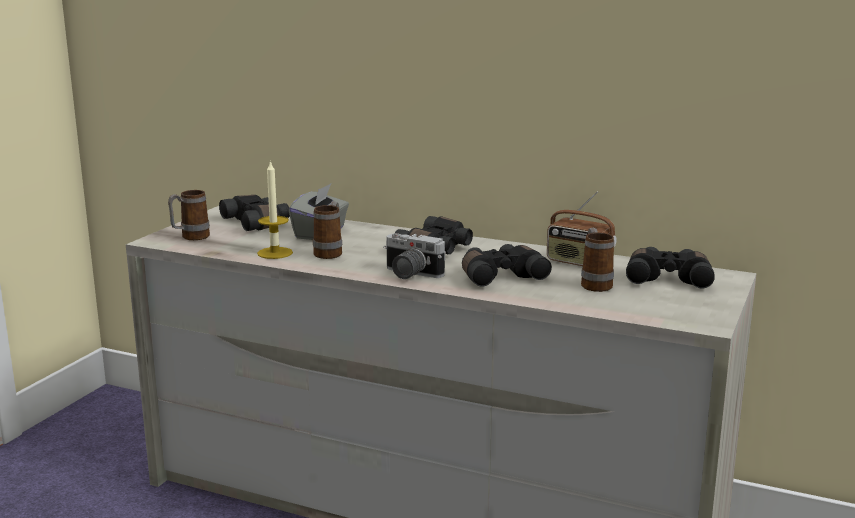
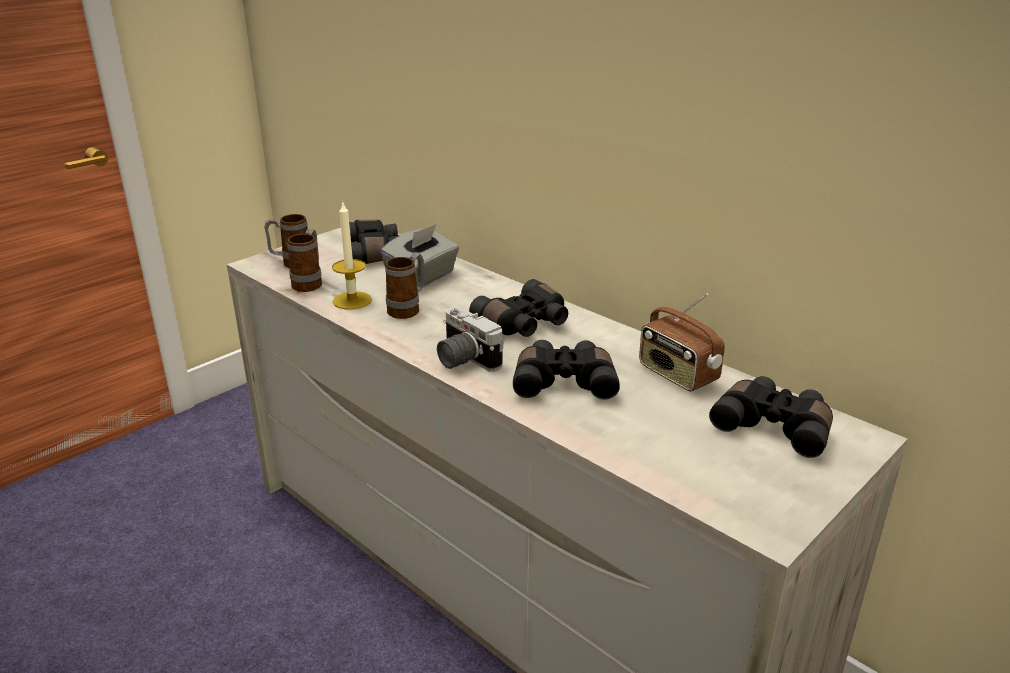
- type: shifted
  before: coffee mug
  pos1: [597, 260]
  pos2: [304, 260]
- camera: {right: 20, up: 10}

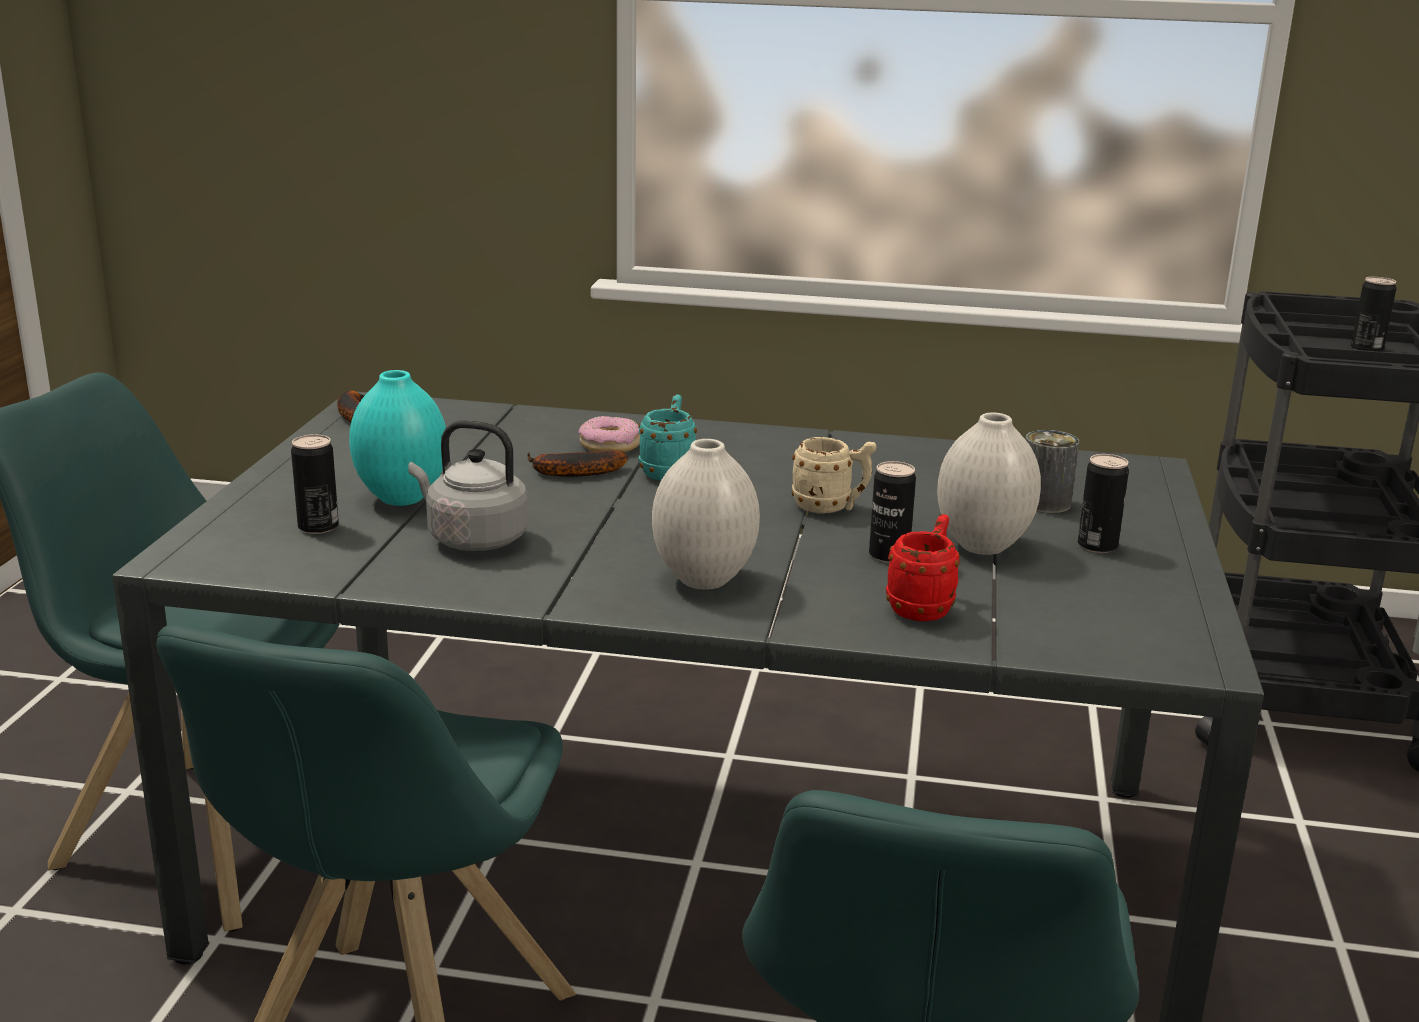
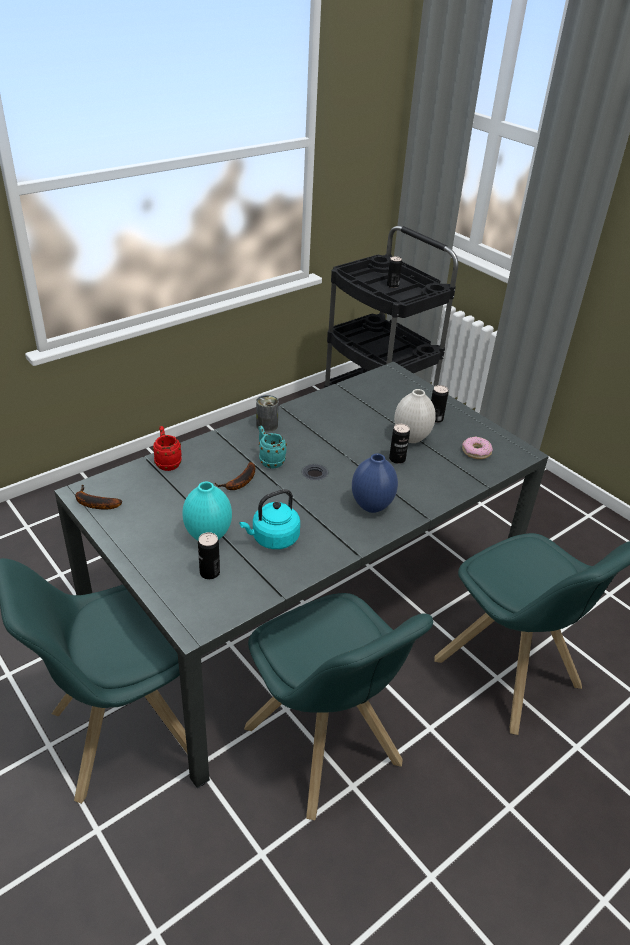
- type: shifted
  before: ring doughnut
  pos1: [609, 434]
  pos2: [477, 448]
- type: repainted
  before: grey kettle
  after: turquoise-coloured kettle
  pos1: [468, 485]
  pos2: [269, 519]
- type: shifted
  before: metal can
  pos1: [1052, 472]
  pos2: [267, 413]
- type: gone
  before: beige-coloured coffee mug
  pos1: [834, 475]
- type: repainted
  before: white decorative vase
  after: blue-coloured decorative vase
  pos1: [706, 514]
  pos2: [375, 483]
- type: shifted
  before: red coffee mug
  pos1: [923, 567]
  pos2: [167, 448]
- camera: {right: -50, up: 15}

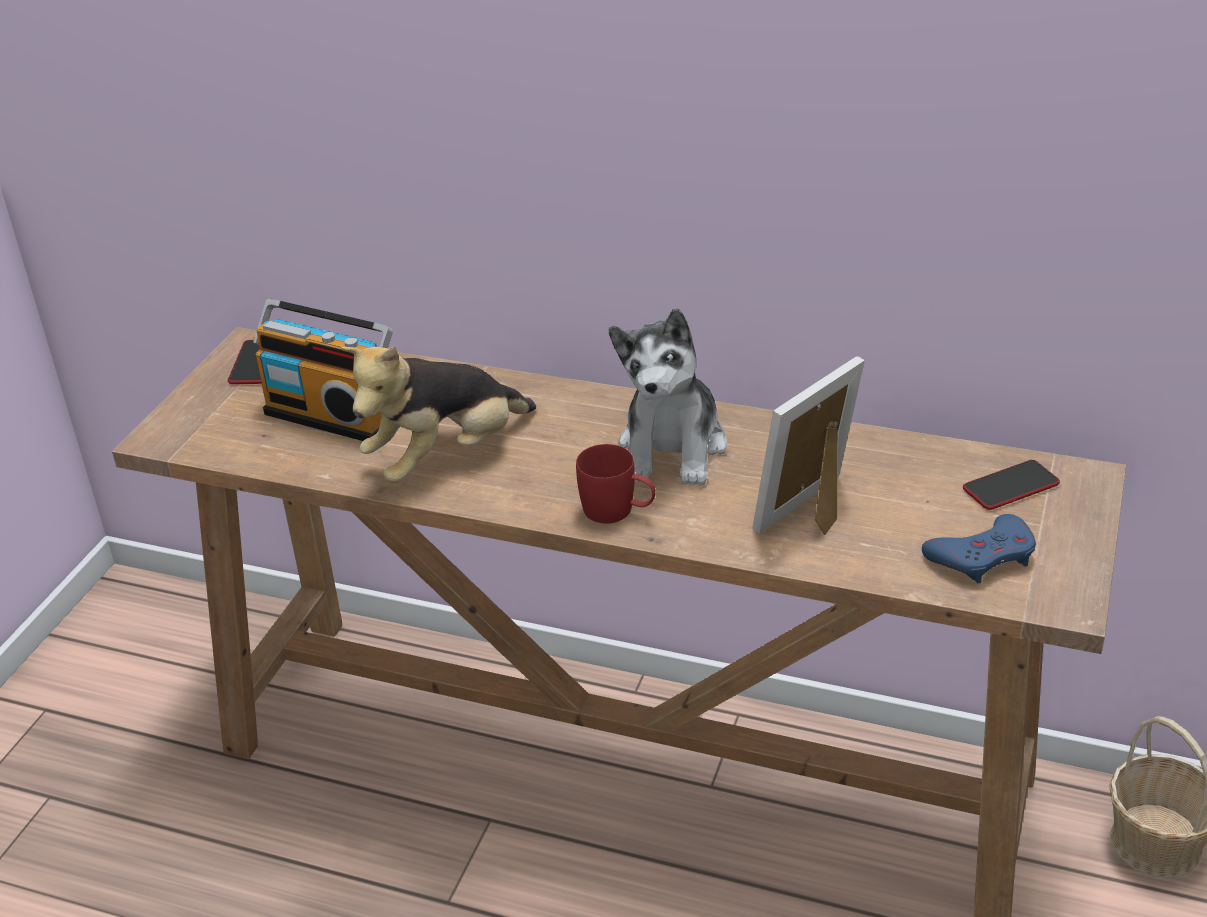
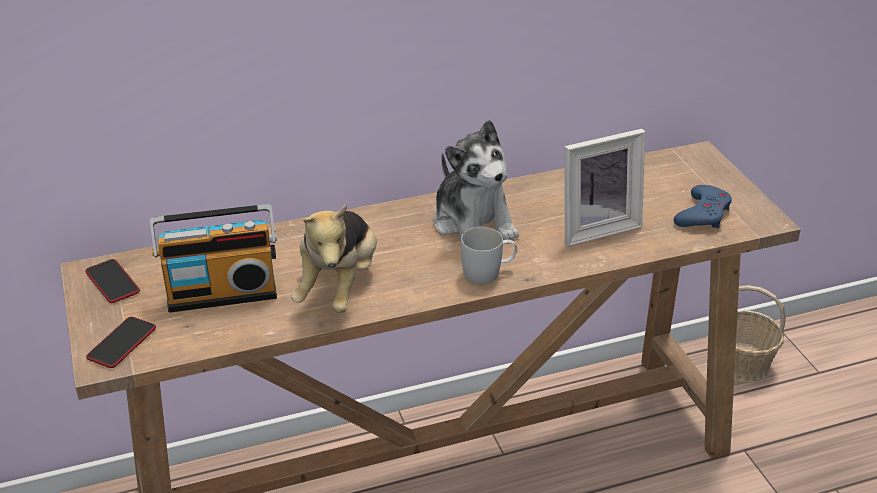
- type: rotated
  before: picture frame
  pos1: [808, 445]
  pos2: [604, 187]
  turn: -120
- type: repainted
  before: red coffee mug
  after: white coffee mug
  pos1: [616, 483]
  pos2: [489, 255]
- type: shifted
  before: handset
  pos1: [1011, 485]
  pos2: [121, 342]
- camera: {right: -40, up: 0}

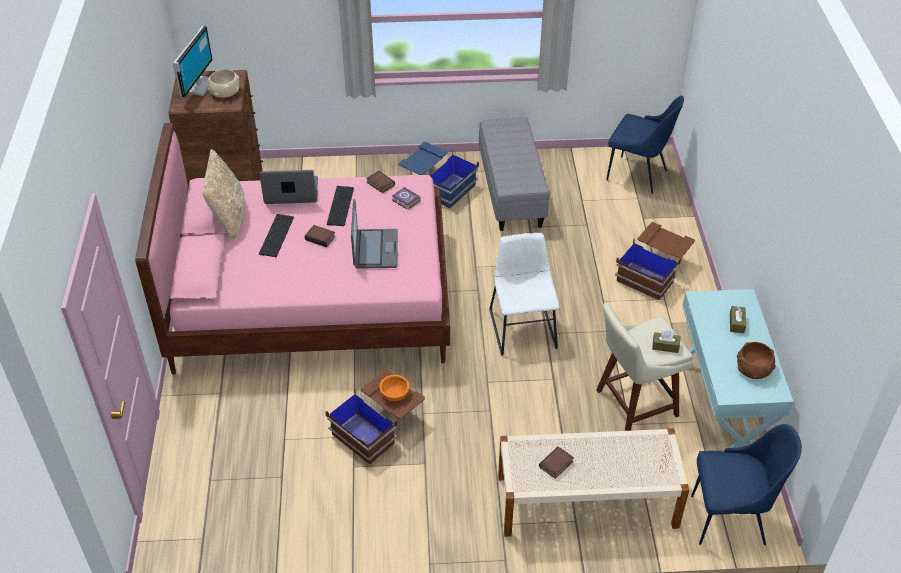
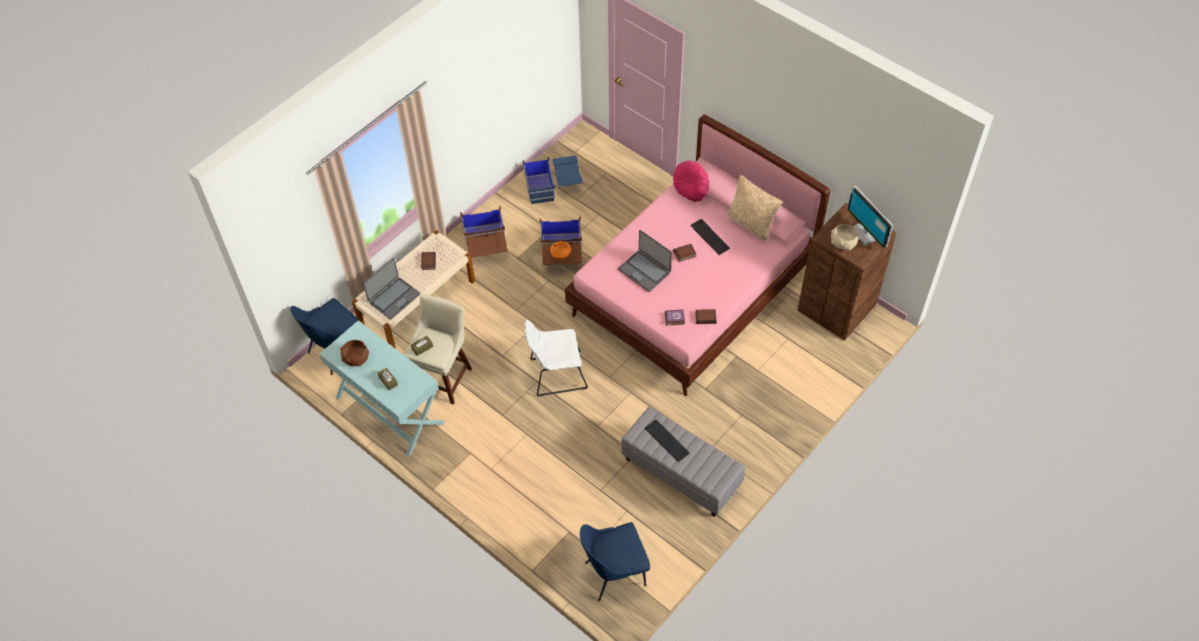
- type: shifted
  before: blue-coloured storage bin
  pos1: [438, 175]
  pos2: [553, 179]
- type: shifted
  before: laptop
  pos1: [288, 187]
  pos2: [391, 289]
- type: shifted
  before: keyboard
  pos1: [340, 206]
  pos2: [667, 441]
- type: shifted
  before: brownish storage bin
  pos1: [655, 261]
  pos2: [484, 231]
- type: rotated
  before: white upright chair
  pos1: [524, 294]
  pos2: [556, 358]
  turn: 135
- type: new
  after: pink cushion
  pos2: [691, 181]
- camera: {right: 135, up: 10}

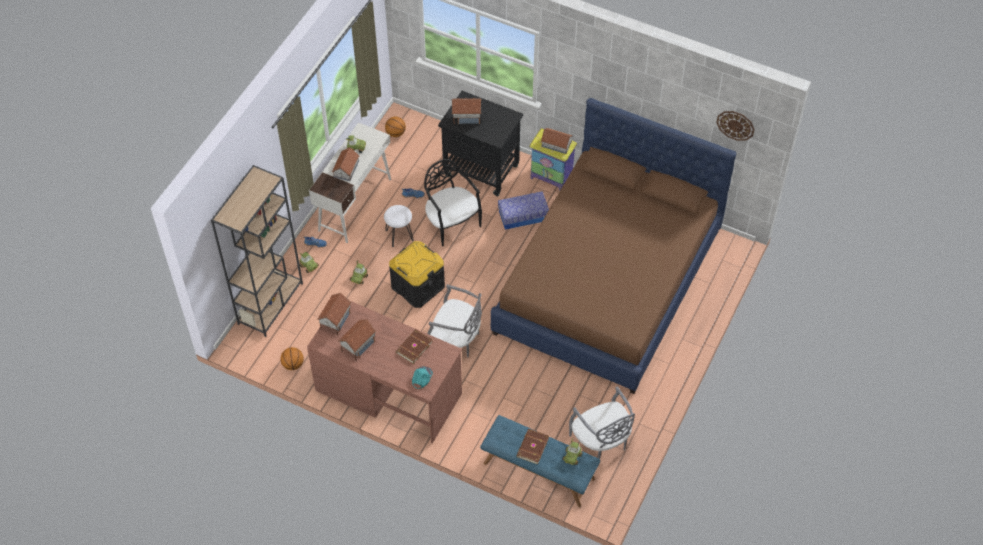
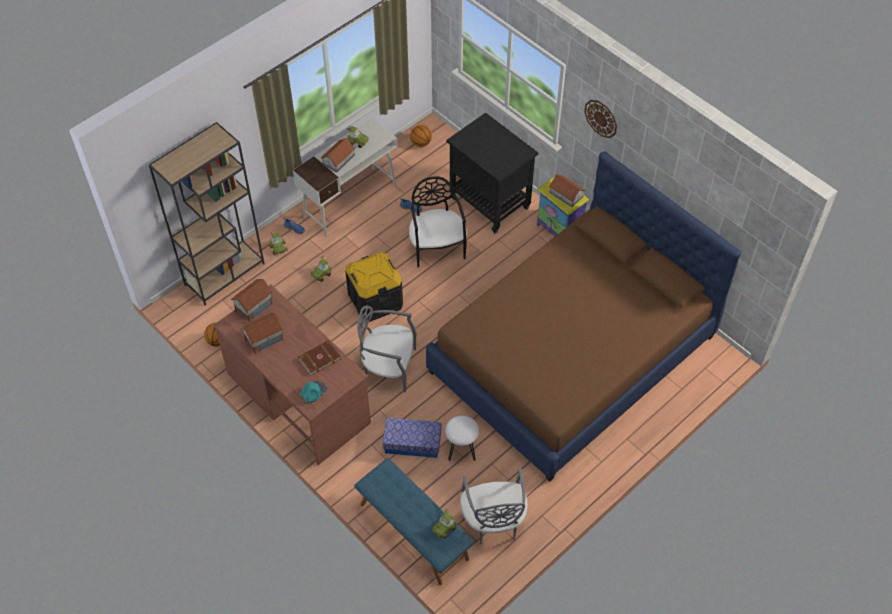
- type: gone
  before: model house
  pos1: [466, 111]
- type: shifted
  before: wall clock
  pos1: [735, 126]
  pos2: [600, 119]
- type: shifted
  before: storage bin
  pos1: [523, 210]
  pos2: [412, 438]
- type: shifted
  before: white stool seat
  pos1: [399, 226]
  pos2: [462, 438]
- type: rotated
  before: grey upright chair
  pos1: [454, 320]
  pos2: [386, 348]
  turn: 150
- type: gone
  before: brownish bound book
  pos1: [532, 446]
- camera: {right: 20, up: 0}

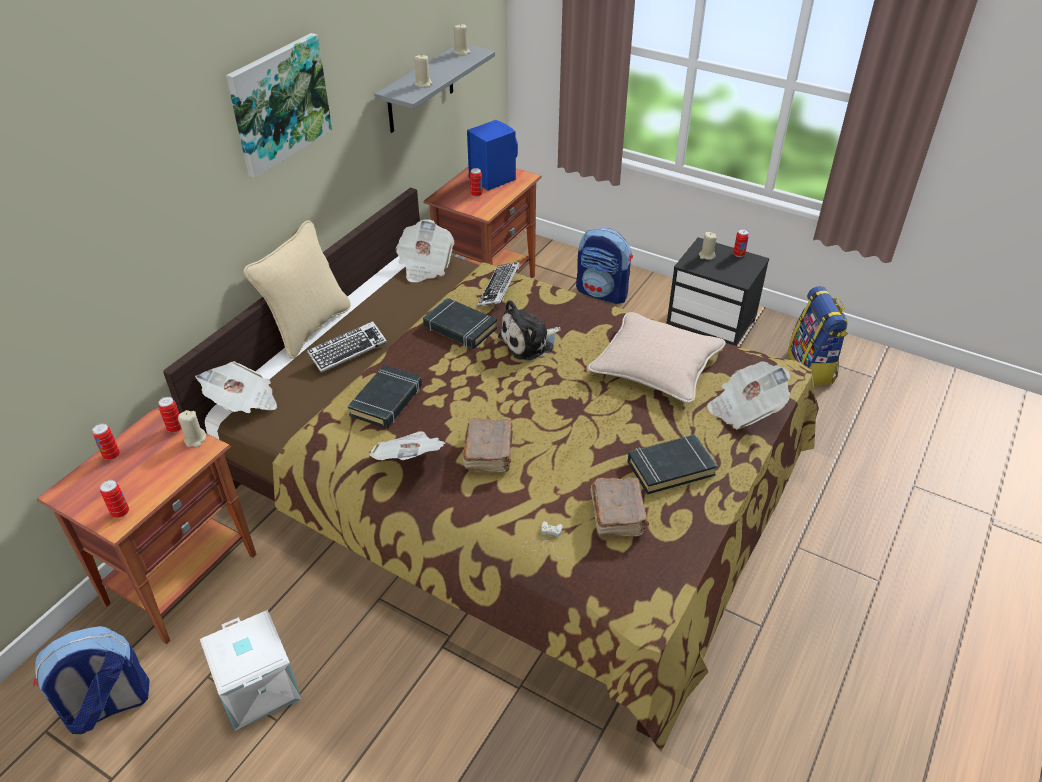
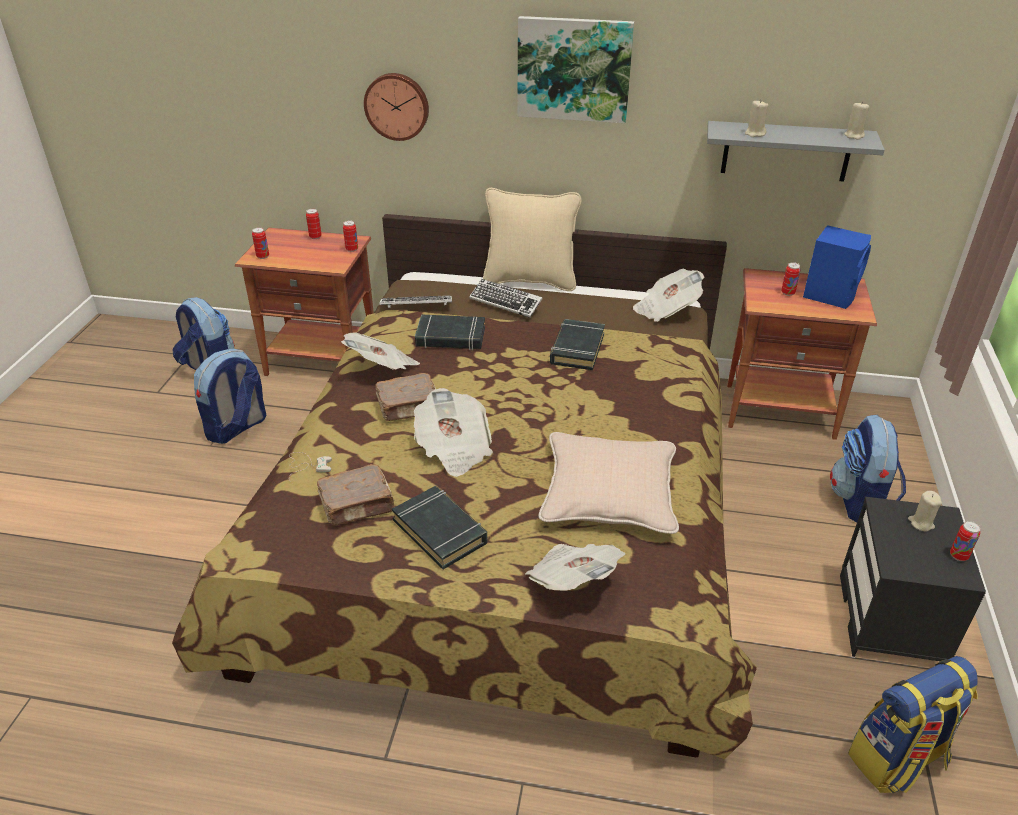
- type: shifted
  before: keyboard
  pos1: [498, 284]
  pos2: [415, 301]
- type: gone
  before: cuddly toy
  pos1: [529, 330]
- type: shifted
  before: printed paper
  pos1: [236, 387]
  pos2: [453, 432]
- type: gone
  before: beige-coloured candle
  pos1: [192, 428]
- type: swapped
  before: white storage bin
  after: knapsack
  pos1: [250, 670]
  pos2: [230, 396]
- type: new
  after: wall clock
  pos2: [396, 107]
- camera: {right: 70, up: -5}

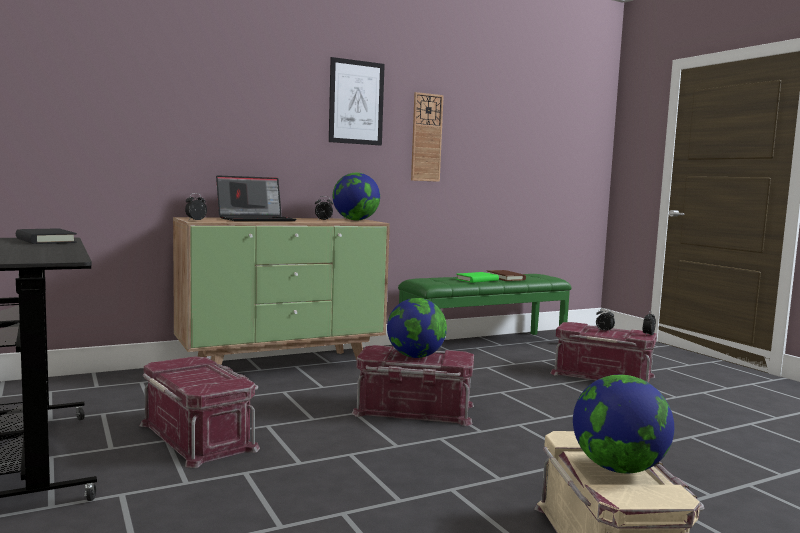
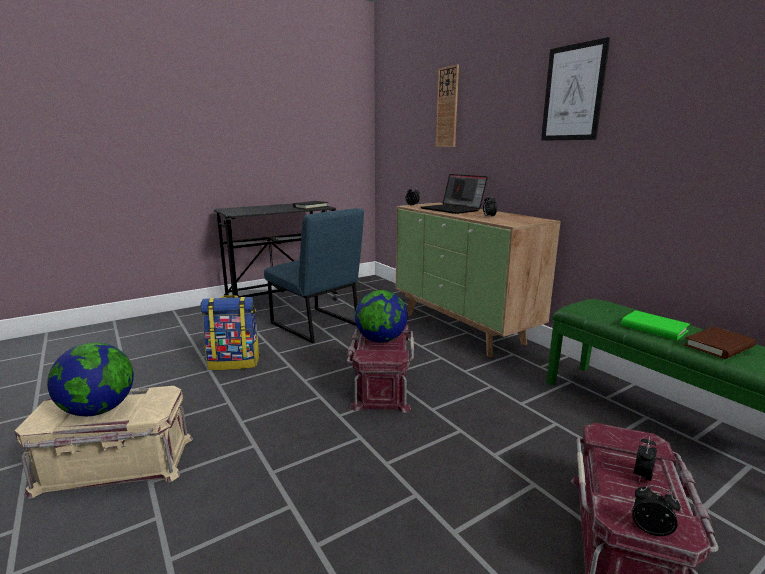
- type: shifted
  before: wall clock
  pos1: [427, 137]
  pos2: [447, 106]
- type: gone
  before: desk globe
  pos1: [356, 197]
- type: swapped
  before: red storage bin
  after: blue-coloured upright chair
  pos1: [200, 412]
  pos2: [314, 275]
- type: new
  after: knapsack
  pos2: [230, 332]
- camera: {right: 85, up: 10}

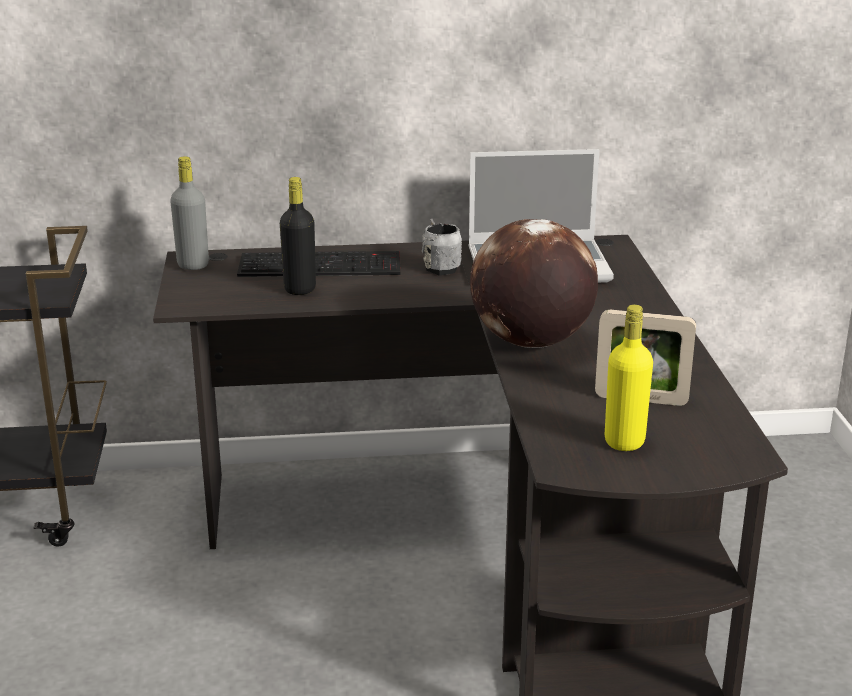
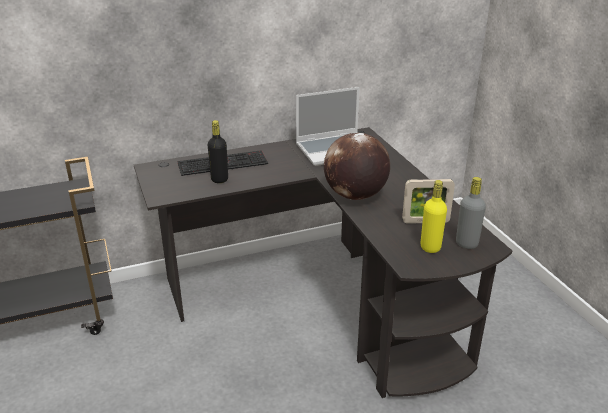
- type: shifted
  before: grey drink bottle
  pos1: [189, 213]
  pos2: [471, 213]
- type: gone
  before: grey coffee mug
  pos1: [442, 247]
- camera: {right: -15, up: 5}

